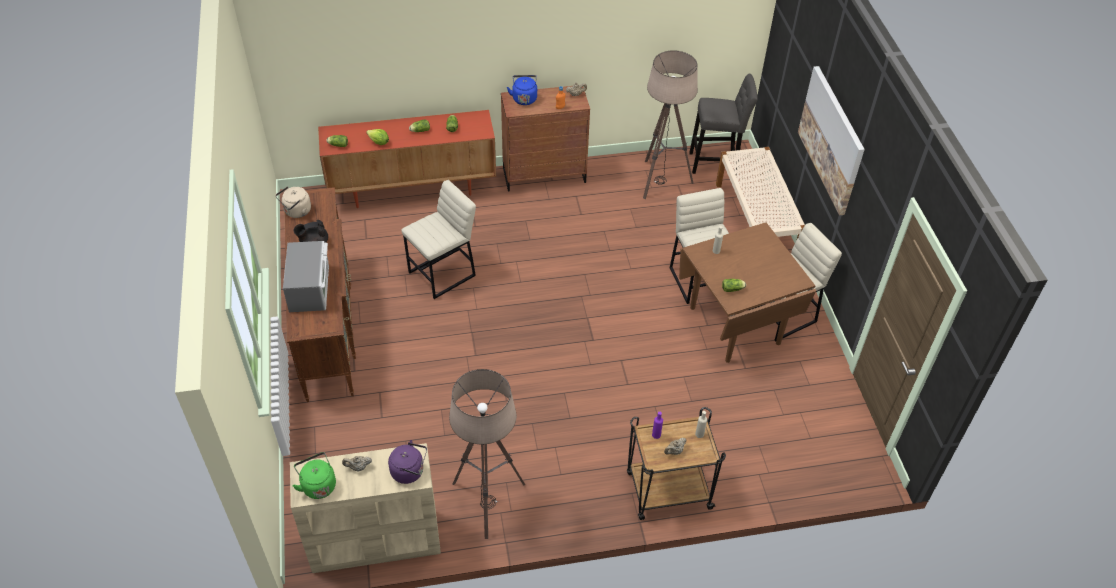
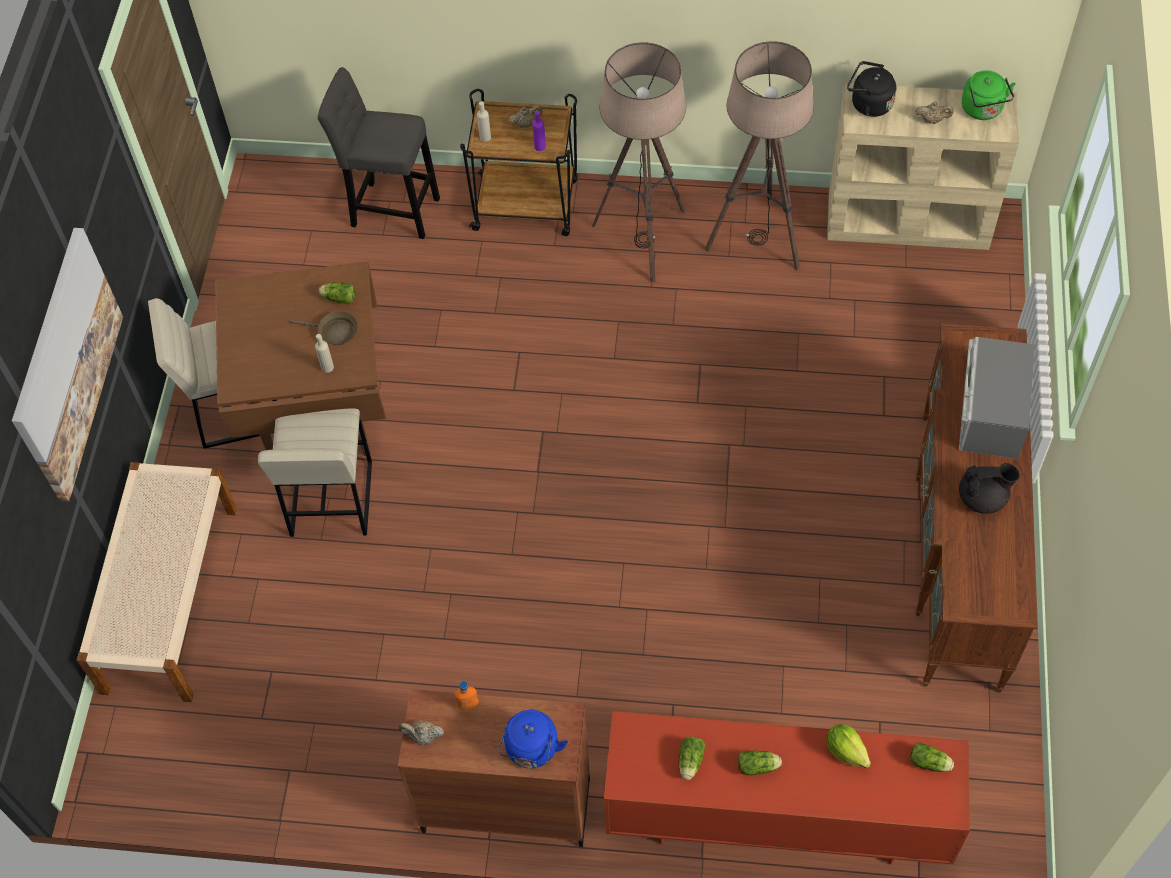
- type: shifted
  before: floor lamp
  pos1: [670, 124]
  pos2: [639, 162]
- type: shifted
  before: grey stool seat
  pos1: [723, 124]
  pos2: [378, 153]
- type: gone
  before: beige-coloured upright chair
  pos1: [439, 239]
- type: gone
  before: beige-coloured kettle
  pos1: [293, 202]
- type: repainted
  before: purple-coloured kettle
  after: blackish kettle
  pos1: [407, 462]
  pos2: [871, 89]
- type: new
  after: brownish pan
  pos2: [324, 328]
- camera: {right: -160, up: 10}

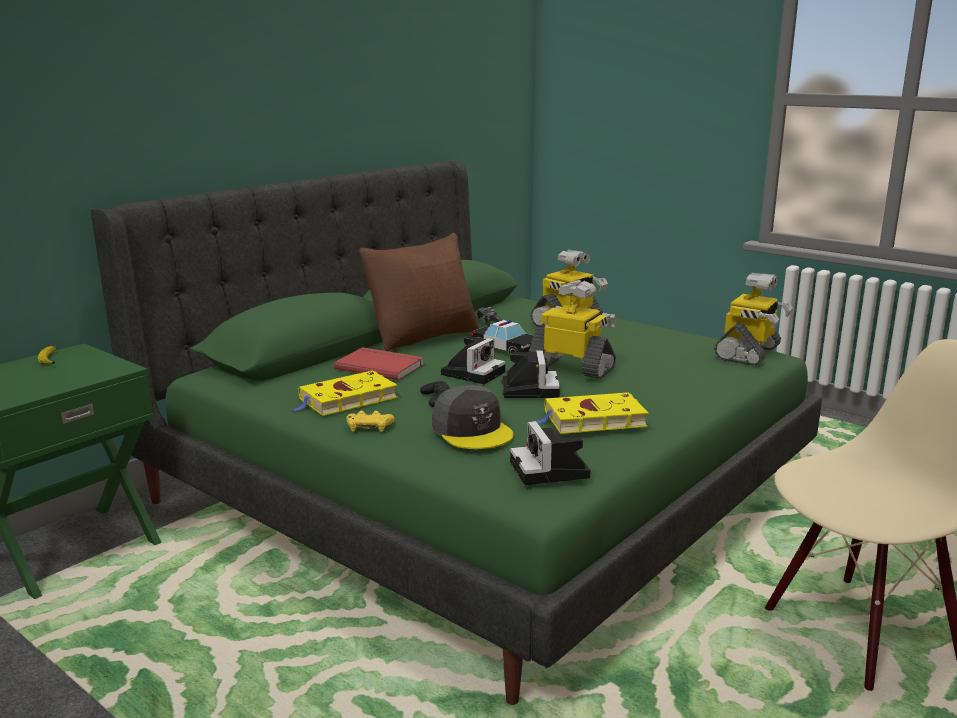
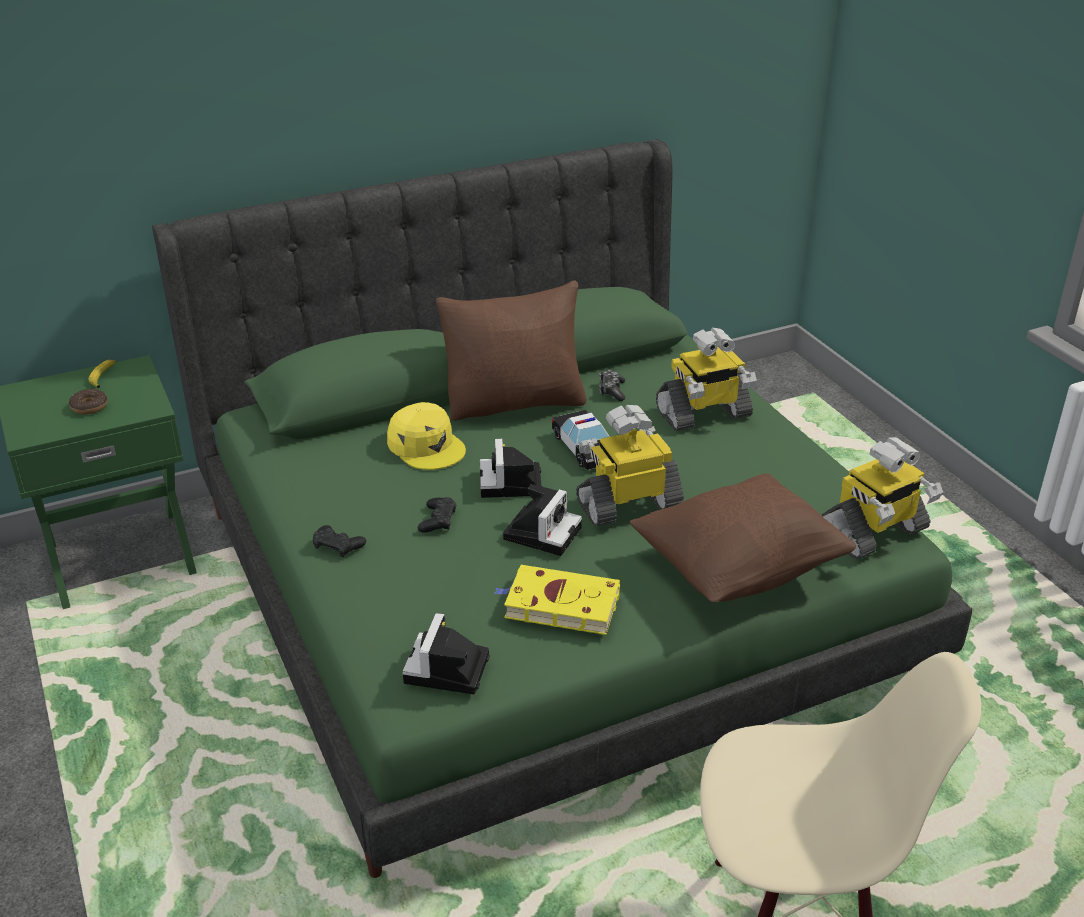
- type: rotated
  before: robot figure
  pos1: [573, 329]
  pos2: [630, 465]
  turn: -75
- type: rotated
  before: still camera
  pos1: [473, 360]
  pos2: [511, 468]
  turn: 120
- type: swapped
  before: red bound book
  after: yellow-coloured baseball cap
  pos1: [379, 363]
  pos2: [426, 436]
- type: gone
  before: yellow-coloured bound book
  pos1: [345, 393]
- type: gone
  before: grey baseball cap
  pos1: [472, 417]
- type: repainted
  before: yellow-coloured gamepad
  after: blackish gamepad
  pos1: [370, 421]
  pos2: [339, 541]
- type: new
  after: ring doughnut
  pos2: [88, 402]
- type: new
  after: brownish cushion
  pos2: [743, 538]
- camera: {right: 25, up: 15}

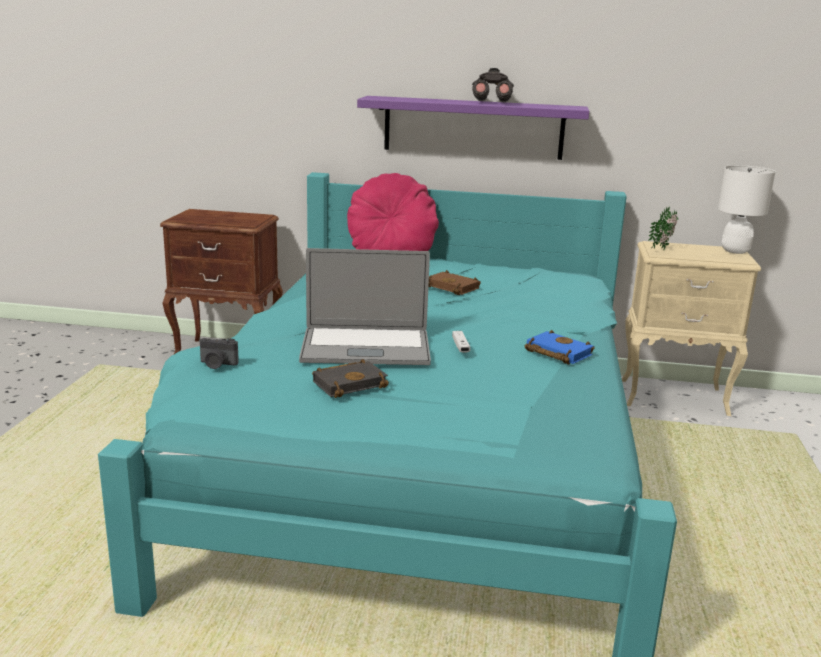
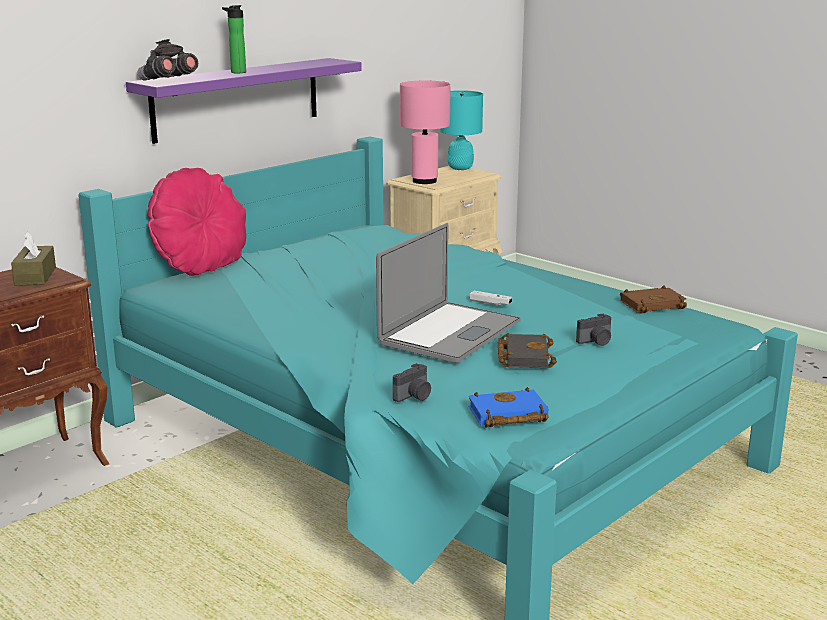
- type: shifted
  before: grey field glasses
  pos1: [493, 85]
  pos2: [168, 59]
- type: repainted
  before: white tabletop lamp
  after: turquoise-coloured tabletop lamp
  pos1: [747, 209]
  pos2: [461, 130]
- type: swapped
  before: plant in a pot
  after: pink tabletop lamp
  pos1: [663, 229]
  pos2: [425, 132]
- type: shifted
  before: brownish bound book
  pos1: [454, 282]
  pos2: [653, 299]
- type: shifted
  before: blue-coloured bound book
  pos1: [559, 347]
  pos2: [509, 407]
- type: new
  after: drink bottle
  pos2: [234, 39]
- type: new
  after: brownish tissue box
  pos2: [33, 258]
- type: new
  after: still camera
  pos2: [593, 329]
- camera: {right: -55, up: 0}

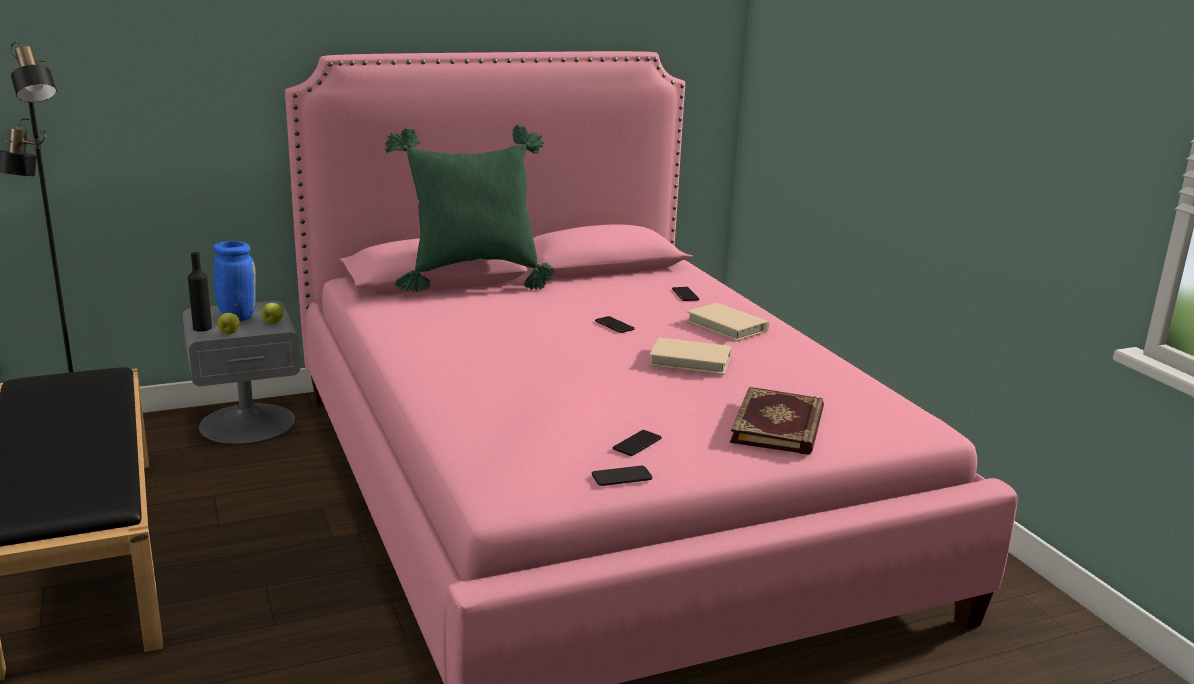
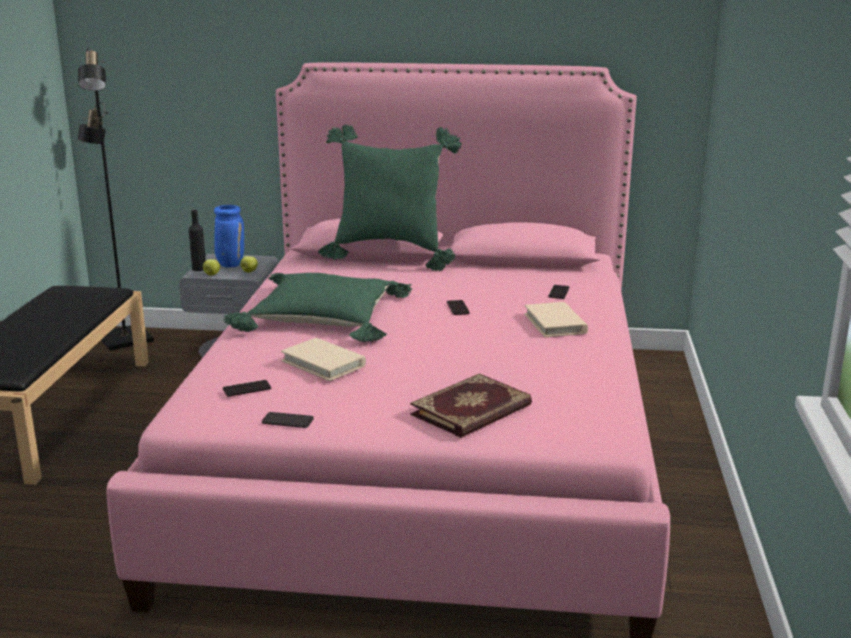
- type: shifted
  before: beige-coloured bound book
  pos1: [690, 356]
  pos2: [323, 359]
- type: shifted
  before: handset
  pos1: [637, 443]
  pos2: [247, 388]
- type: new
  after: green-coloured cushion
  pos2: [318, 307]
- camera: {right: 30, up: 0}

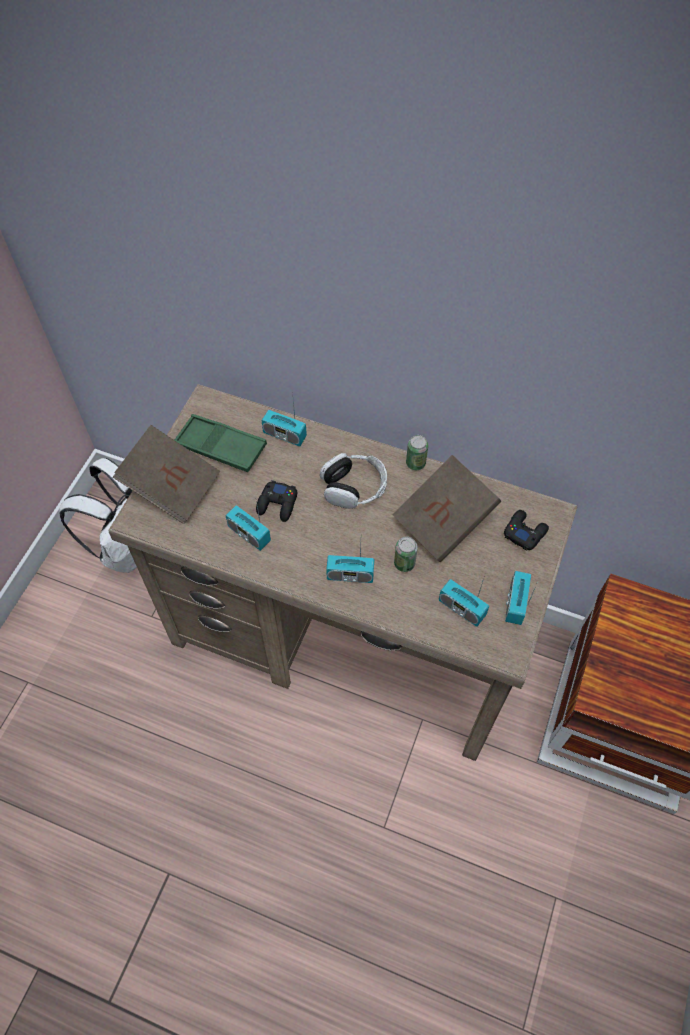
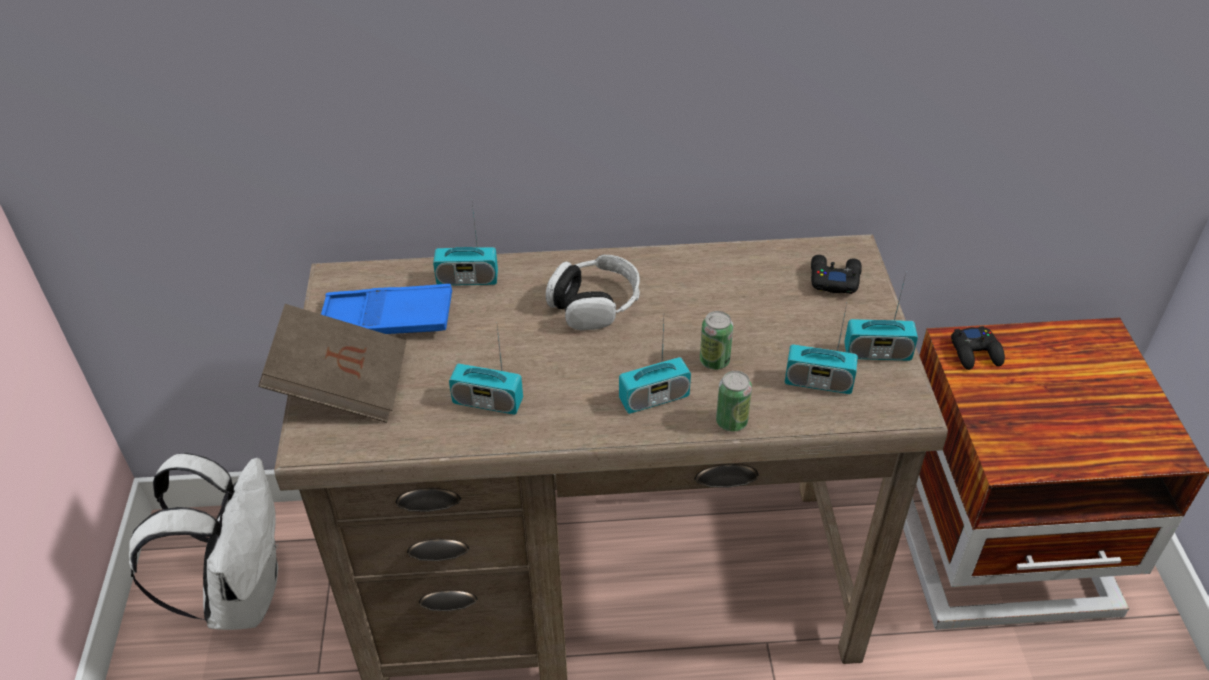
- type: repainted
  before: green-coloured carrying tray
  after: blue-coloured carrying tray
  pos1: [220, 443]
  pos2: [386, 309]
- type: shifted
  before: metal can
  pos1: [417, 452]
  pos2: [734, 401]
- type: gone
  before: brownish bound book
  pos1: [447, 508]
- type: shifted
  before: blackish gamepad
  pos1: [276, 501]
  pos2: [978, 348]
- type: rotated
  before: radio
  pos1: [521, 598]
  pos2: [881, 317]
  turn: -75
- camera: {right: -25, up: -15}

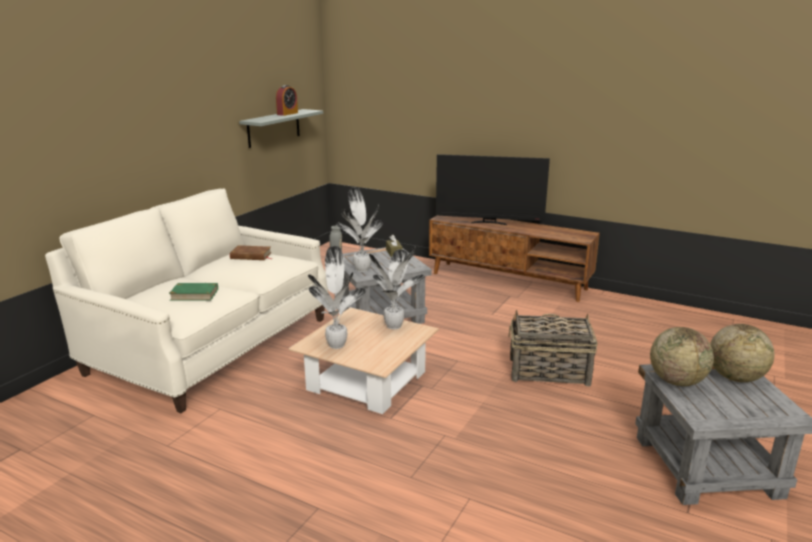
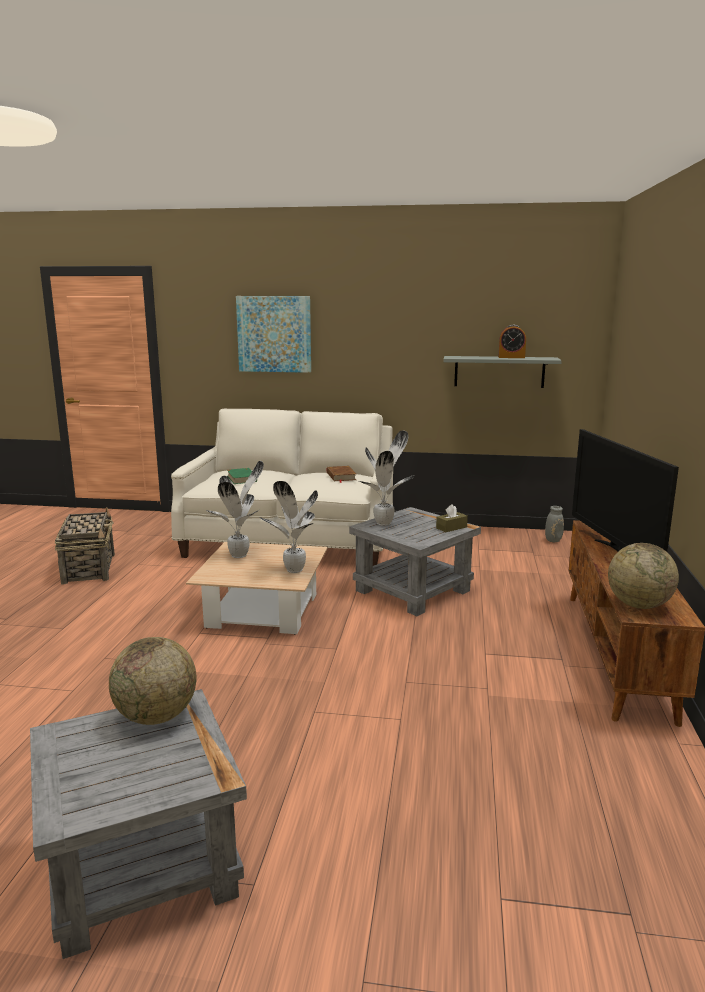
- type: shifted
  before: storage basket
  pos1: [553, 348]
  pos2: [84, 546]
- type: shifted
  before: desk globe
  pos1: [742, 353]
  pos2: [643, 576]
- type: new
  after: wall picture
  pos2: [273, 334]
- camera: {right: 70, up: -5}

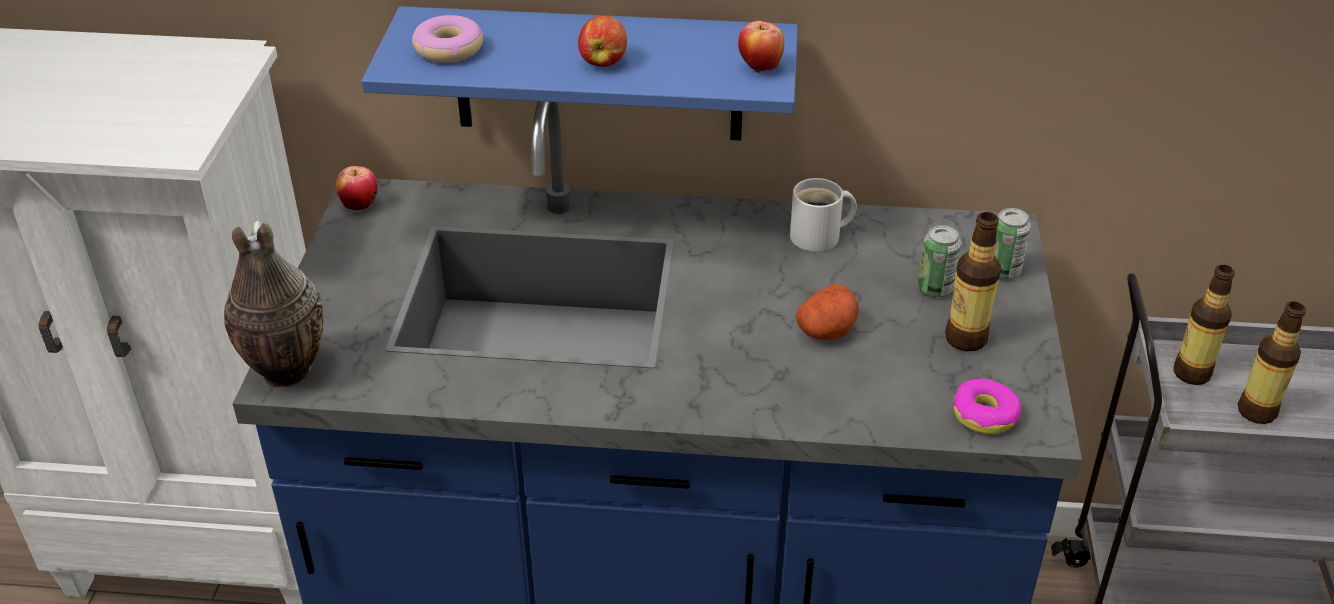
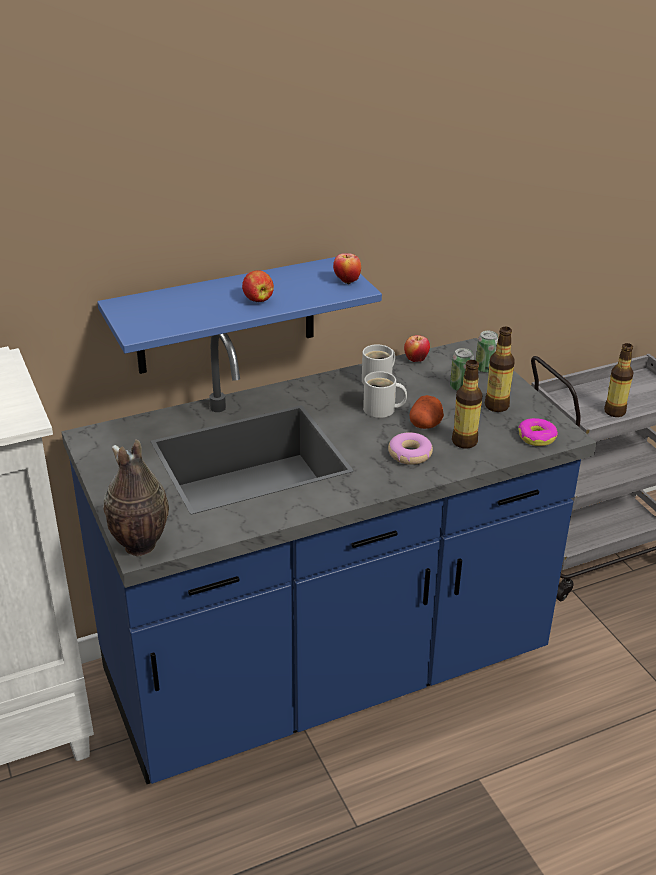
- type: shifted
  before: ring doughnut
  pos1: [448, 39]
  pos2: [410, 448]
- type: shifted
  before: apple
  pos1: [356, 188]
  pos2: [417, 348]
- type: shifted
  before: drink bottle
  pos1: [1204, 325]
  pos2: [467, 404]
- type: new
  after: white coffee mug
  pos2: [385, 394]
- camera: {right: -30, up: -5}

